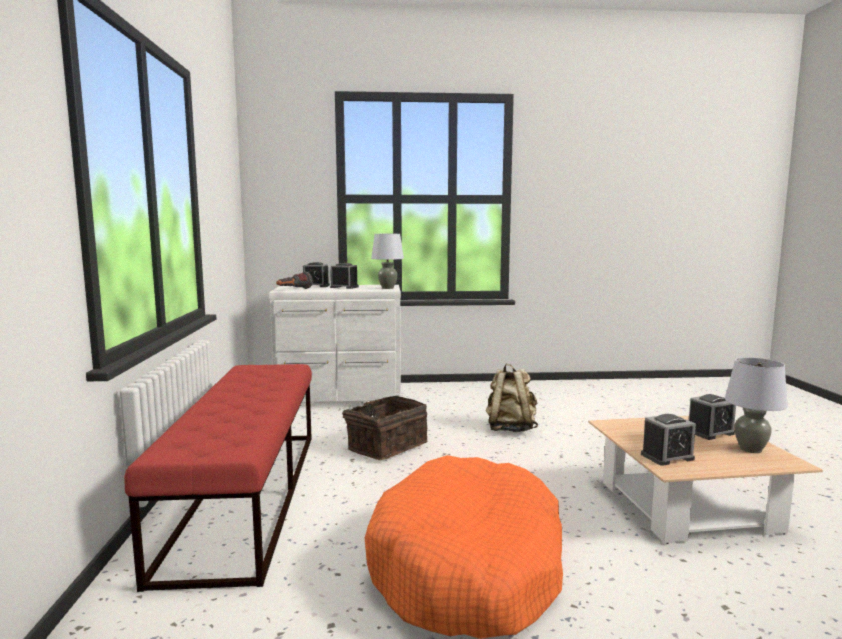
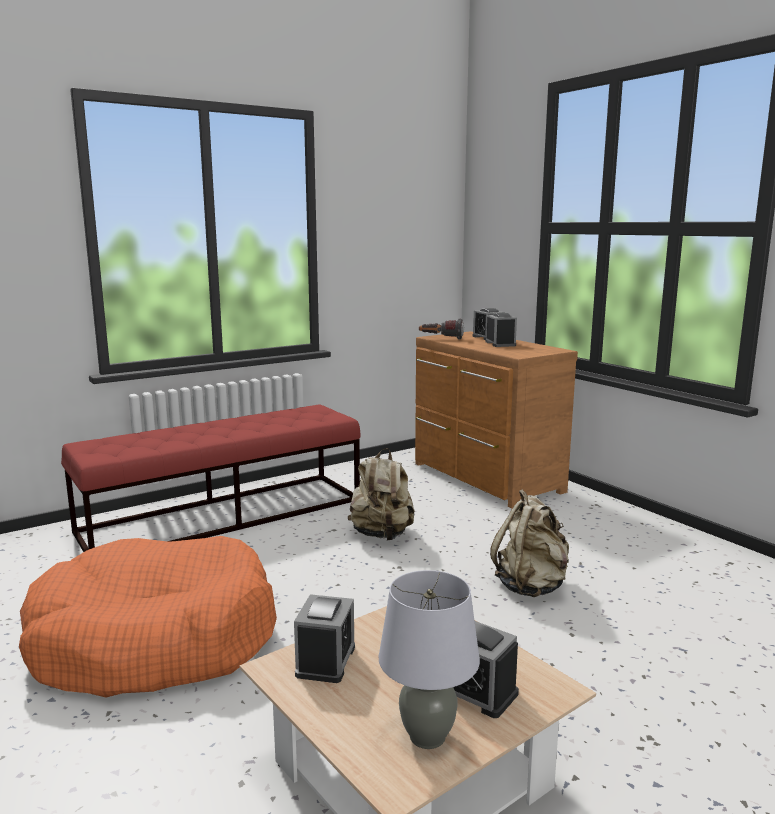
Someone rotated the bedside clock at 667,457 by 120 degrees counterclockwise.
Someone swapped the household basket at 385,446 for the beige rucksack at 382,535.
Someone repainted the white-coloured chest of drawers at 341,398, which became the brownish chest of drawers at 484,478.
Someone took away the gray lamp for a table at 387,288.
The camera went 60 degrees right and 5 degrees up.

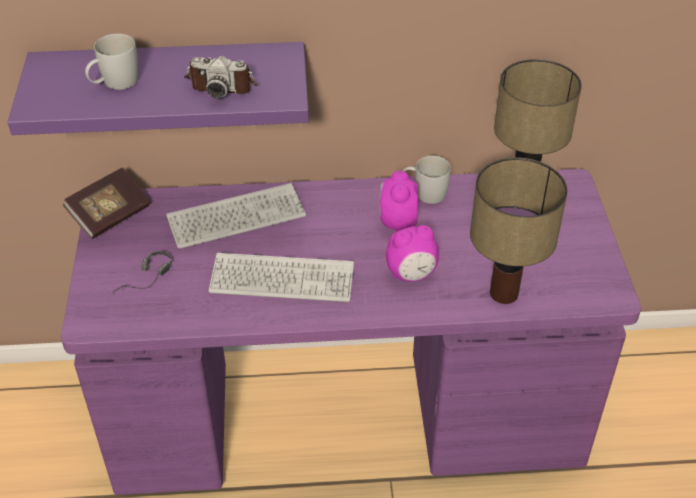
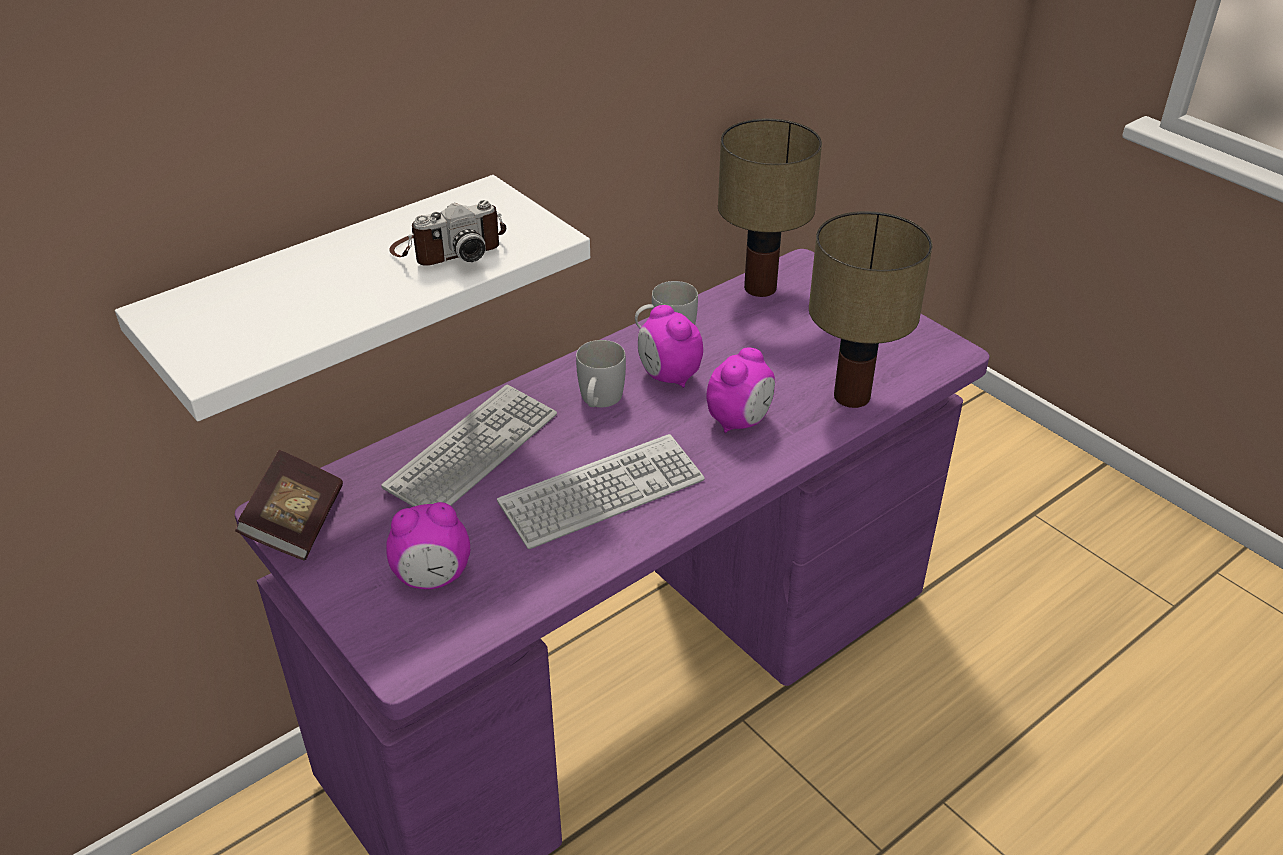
Someone repainted the purple bracket shelf at 172,86, which became the white-coloured bracket shelf at 331,297.
Someone swapped the pair of headphones at 146,283 for the bedside clock at 433,578.
Someone carried the white-coloured tea mug from 114,83 to 599,401.
The camera went 35 degrees left and 5 degrees down.

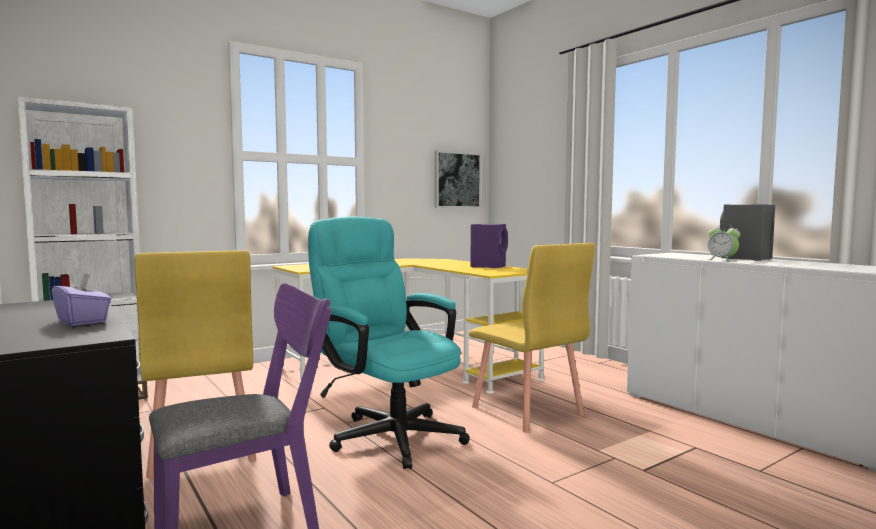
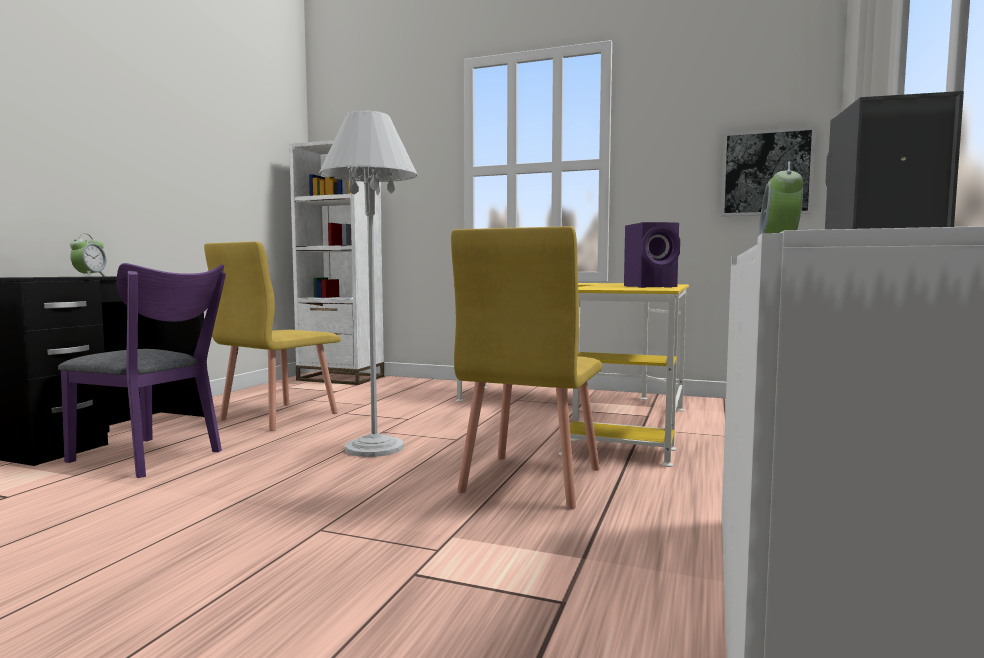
Someone swapped the purple box of tissues at 83,321 for the bedside clock at 89,276.
Someone swapped the turquoise desk chair at 388,433 for the white-coloured floor lamp at 374,447.
The camera went 55 degrees right and 0 degrees up.

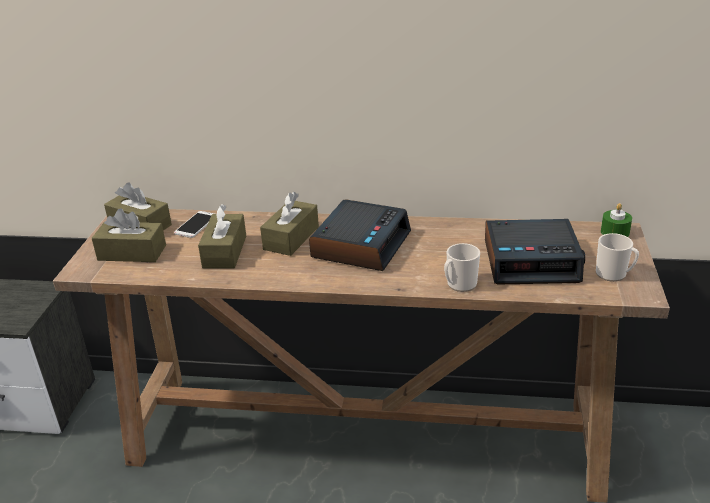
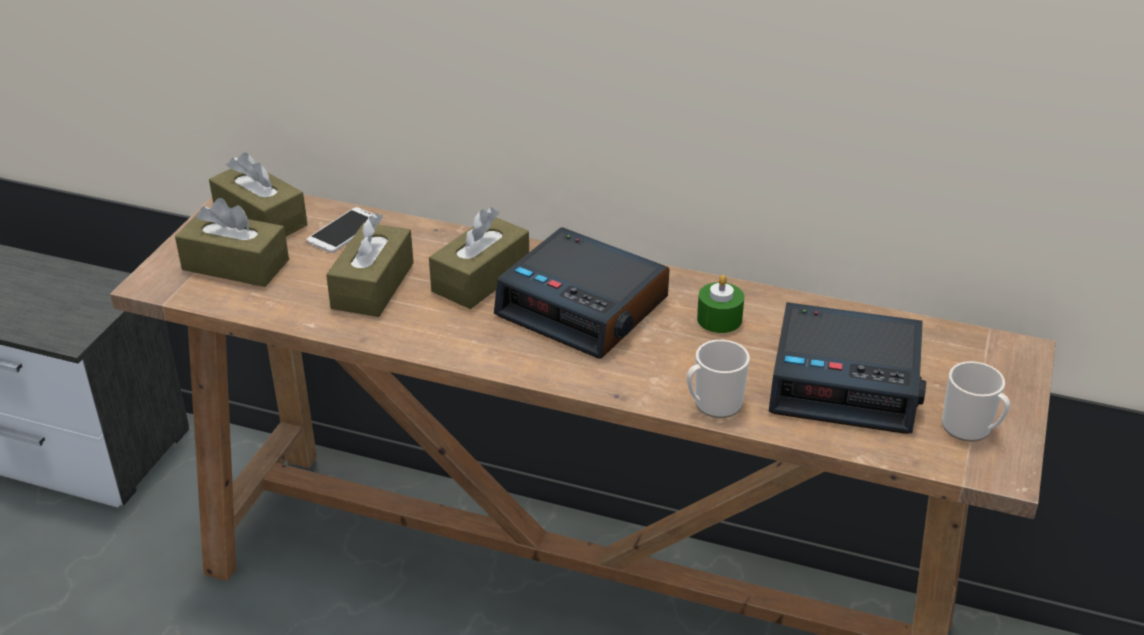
Someone rotated the bedside clock at 360,244 by 90 degrees clockwise.
Someone carried the green wax candle from 615,232 to 719,319.
The camera went 10 degrees right and 5 degrees up.

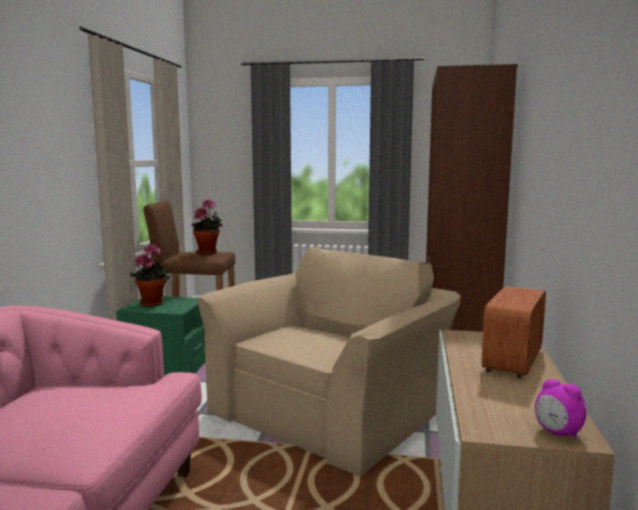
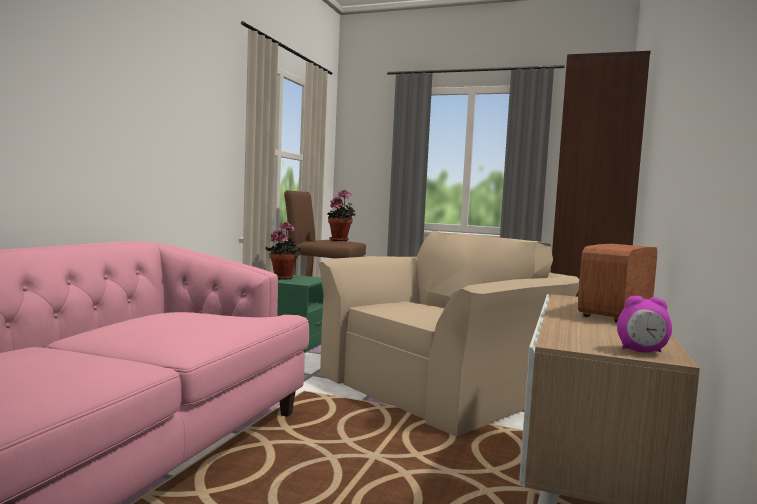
Someone rotated the bedside clock at 557,432 by 45 degrees counterclockwise.
The camera went 10 degrees right and 5 degrees down.

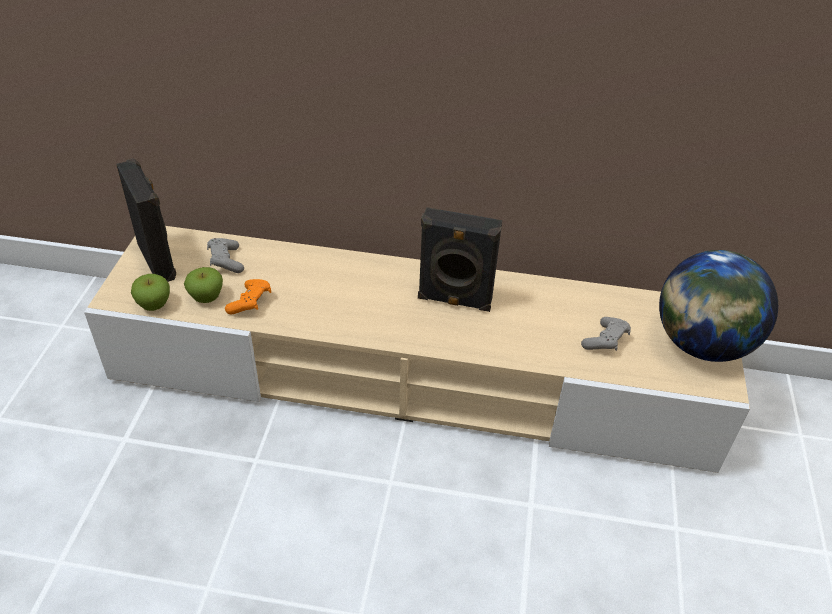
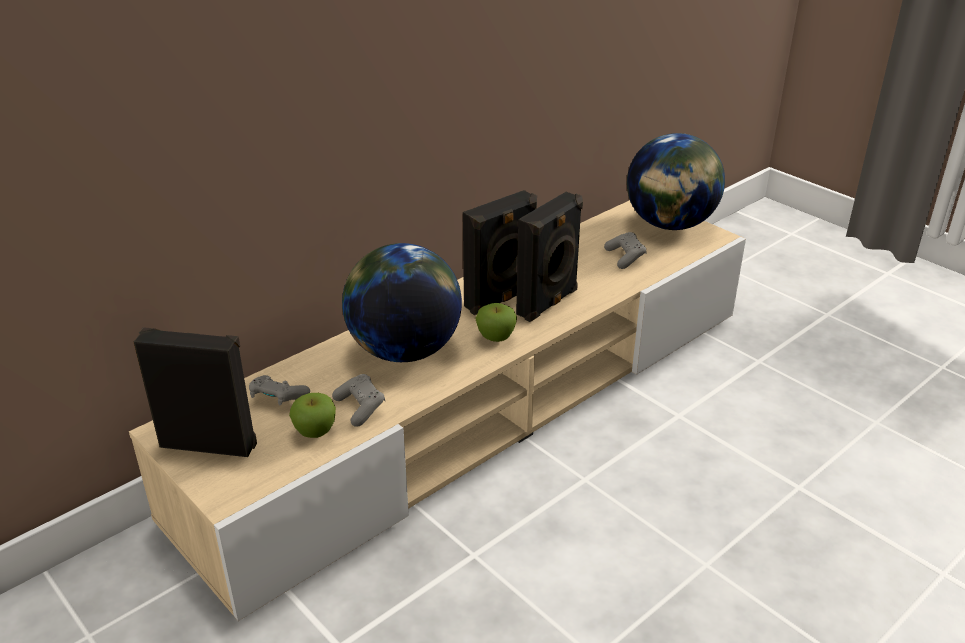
Someone repainted the orangey joypad at 250,303, which became the gray joypad at 360,408.
Someone put down the desk globe at 404,350.
Someone carried the whole apple from 154,305 to 496,338.
Someone put down the black audio speaker at 549,303.
The camera went 50 degrees left and 10 degrees down.

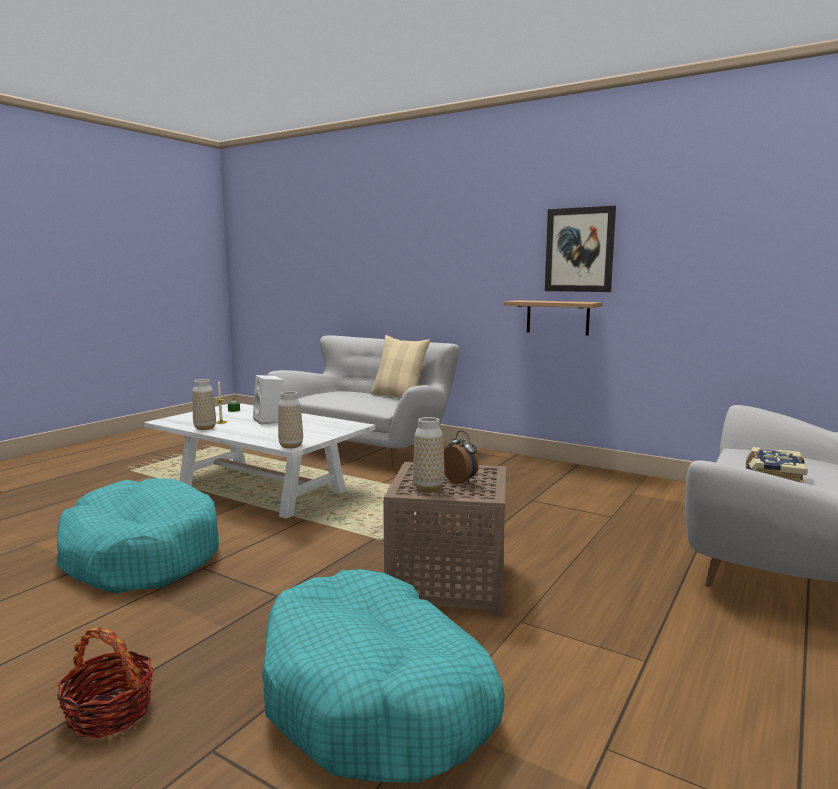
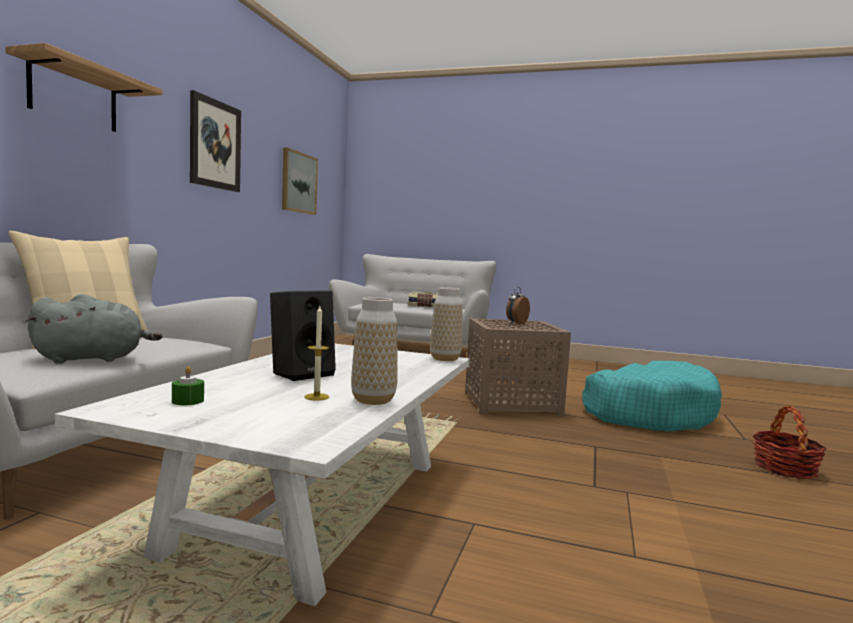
Someone carried the bracket shelf from 557,317 to 74,96.
Someone put down the gray plush toy at 94,359.
Someone repainted the white-coloured audio speaker at 270,421, which became the black audio speaker at 302,373.
Someone put up the wall picture at 298,183.
Someone took away the turquoise dog bed at 141,555.
Someone took away the vase at 428,488.
The camera went 105 degrees left and 5 degrees down.

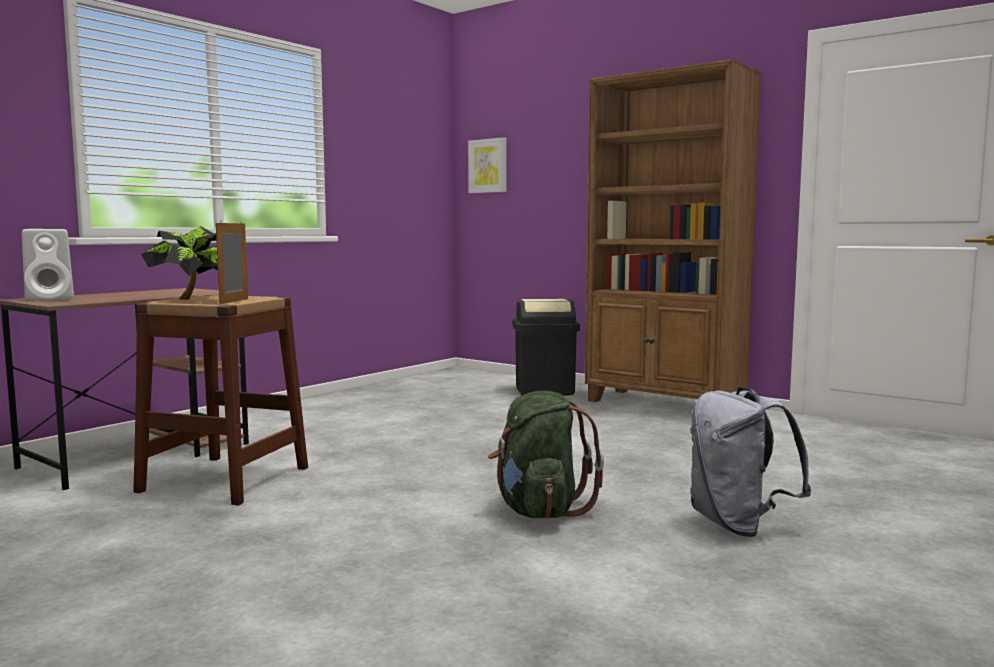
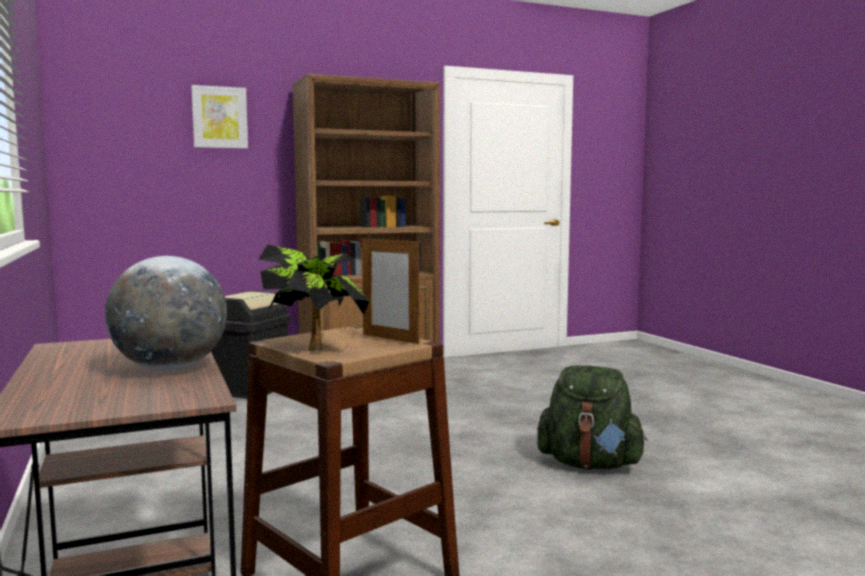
Someone put down the desk globe at 170,368.
Someone carried the wall picture from 488,166 to 219,117.
Someone took away the white-coloured audio speaker at 52,299.
Someone took away the gray rucksack at 738,525.
The camera went 60 degrees left and 0 degrees up.

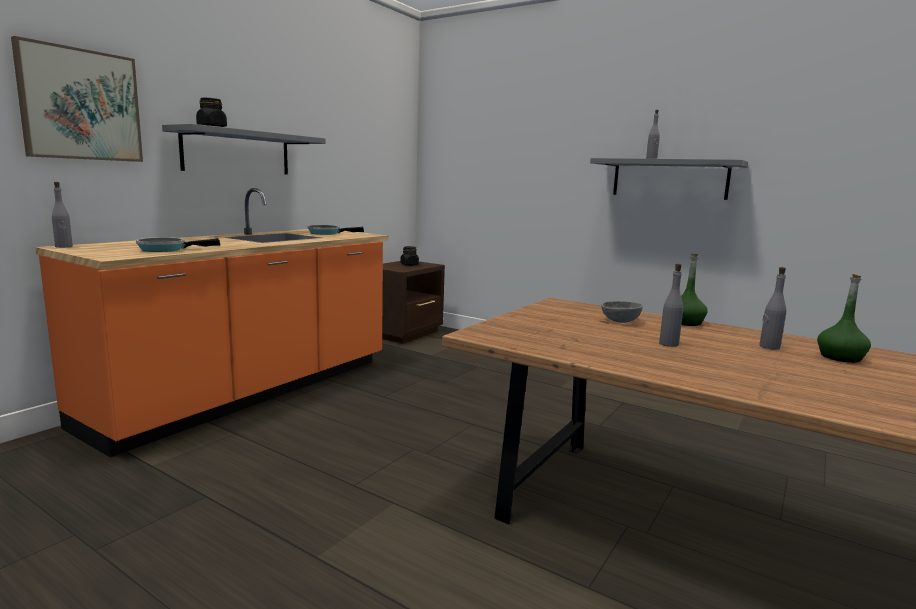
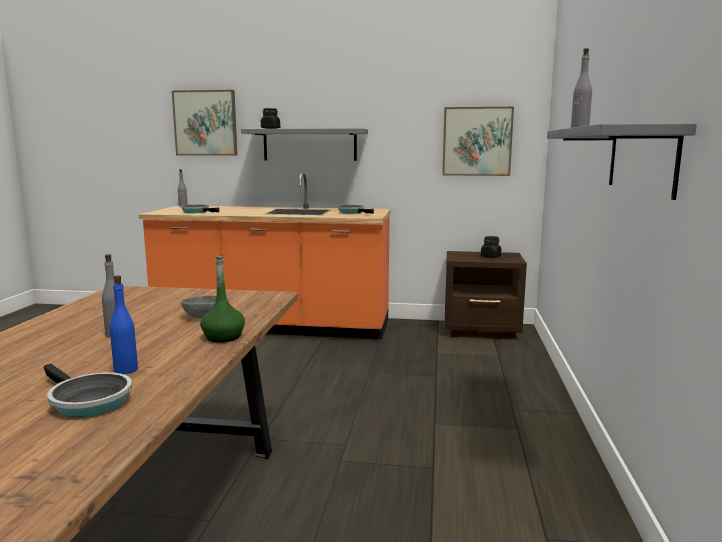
Someone swapped the green bottle at 840,357 for the frying pan at 87,401.
Someone repainted the gray bottle at 769,347, which became the blue bottle at 126,370.
Someone put up the wall picture at 477,141.
The camera went 65 degrees right and 0 degrees up.

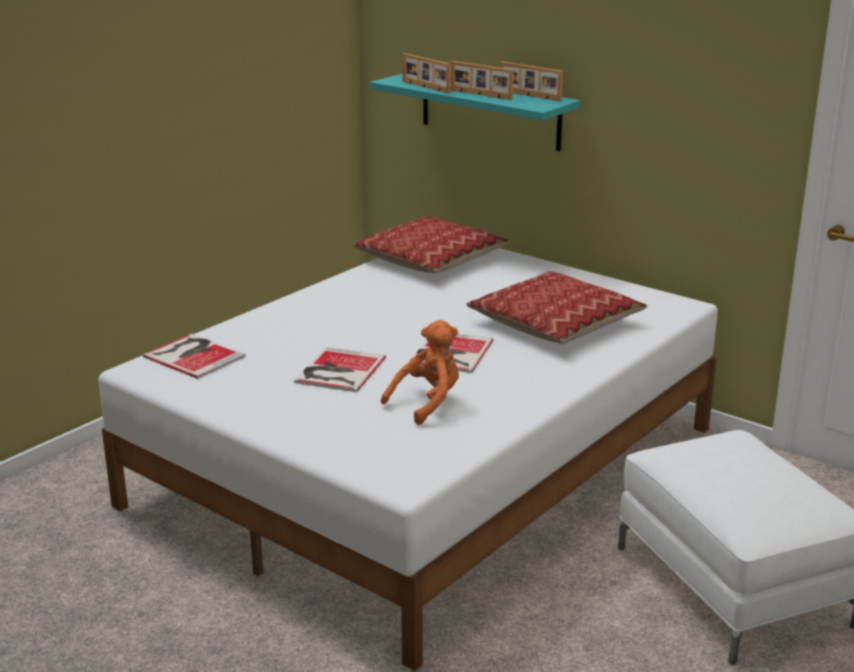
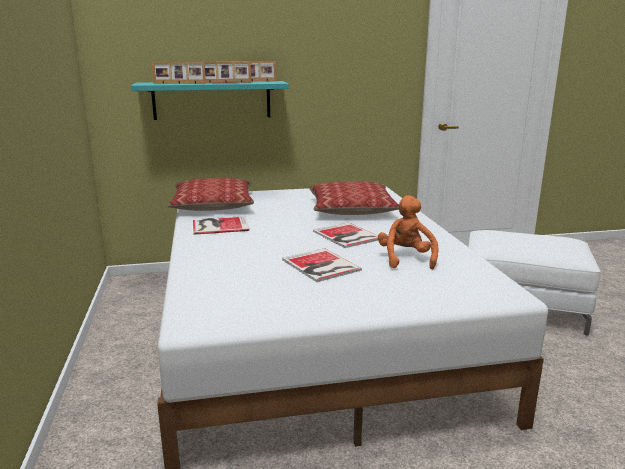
Someone carried the book from 194,355 to 218,225.
The camera went 50 degrees left and 5 degrees down.

